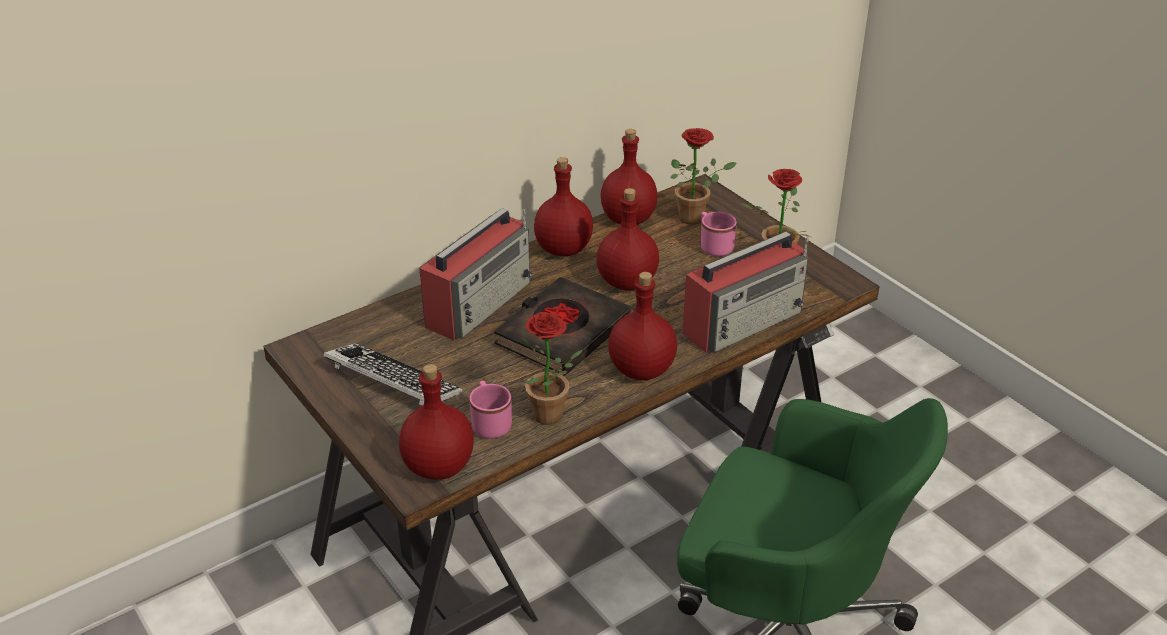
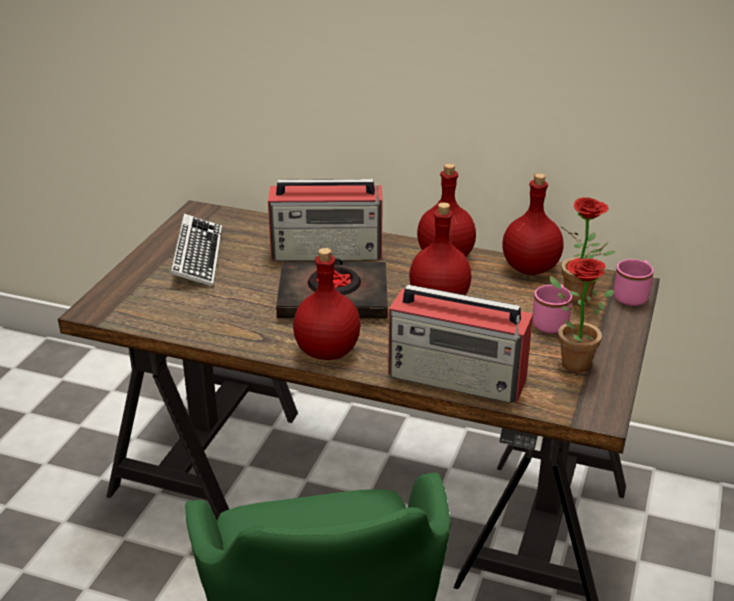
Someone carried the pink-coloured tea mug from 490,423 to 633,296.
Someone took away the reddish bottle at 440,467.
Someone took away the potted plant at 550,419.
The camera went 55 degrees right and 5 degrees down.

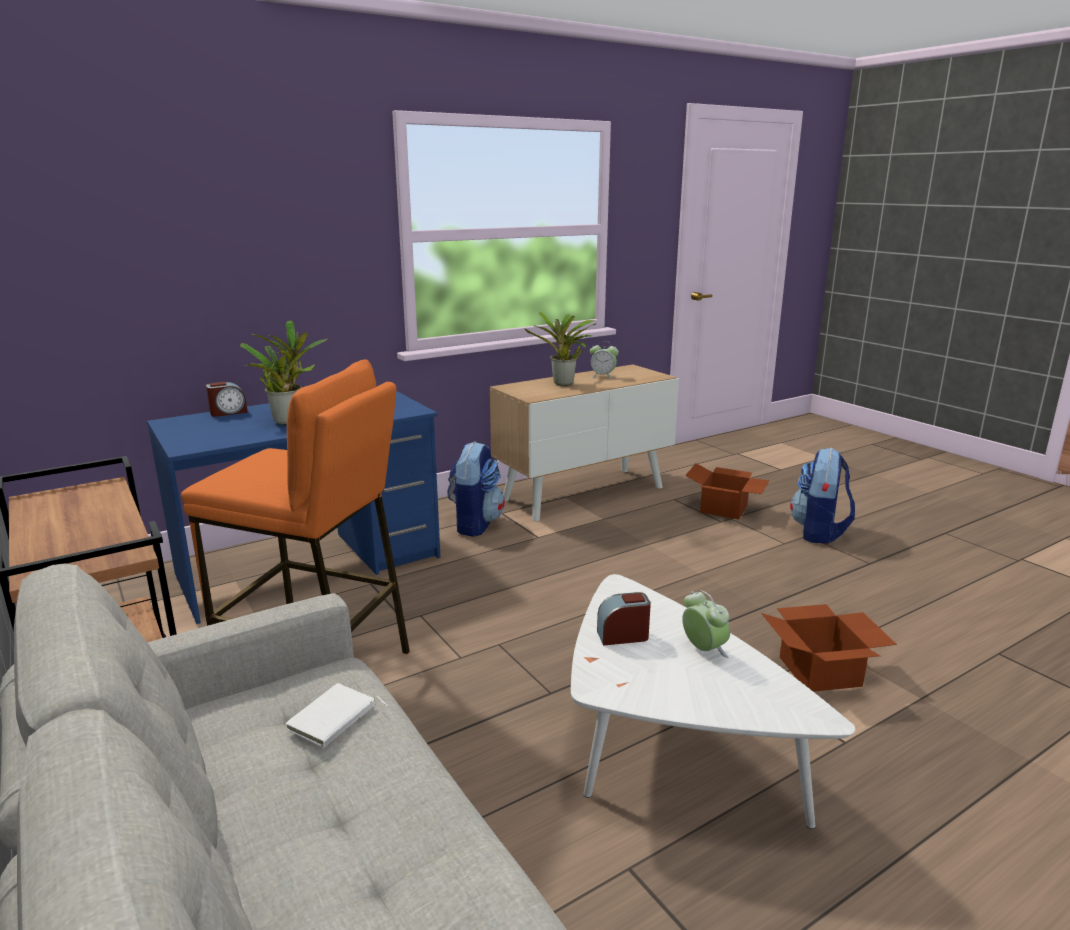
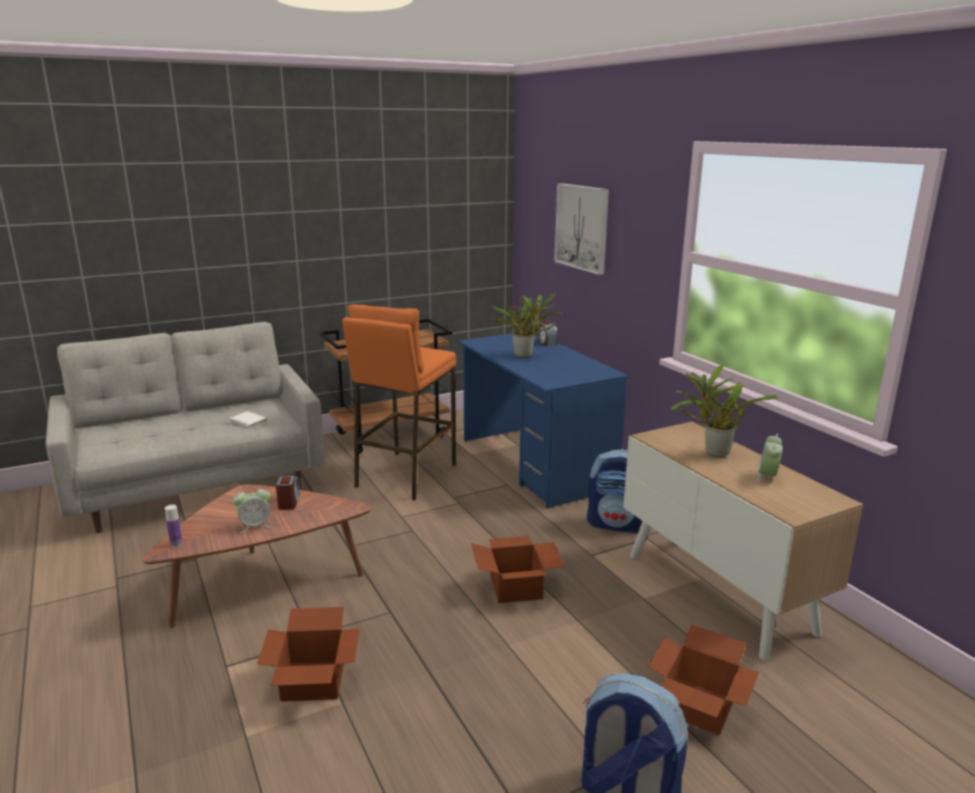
Someone repainted the white-coloured coffee table at 666,754, which became the brownish coffee table at 265,583.
Someone put down the bottle at 176,544.
Someone put down the packing box at 517,588.
Someone put up the wall picture at 582,227.
The camera went 95 degrees right and 0 degrees up.

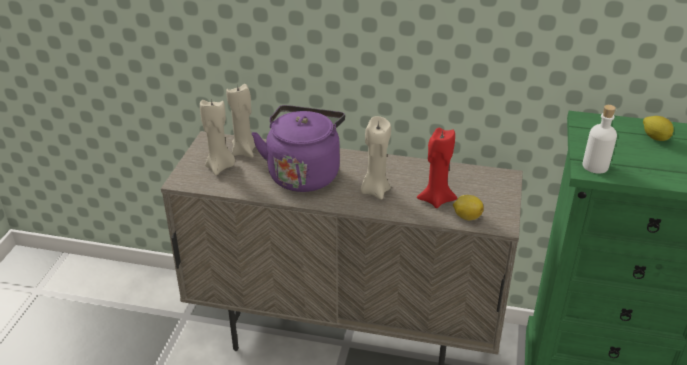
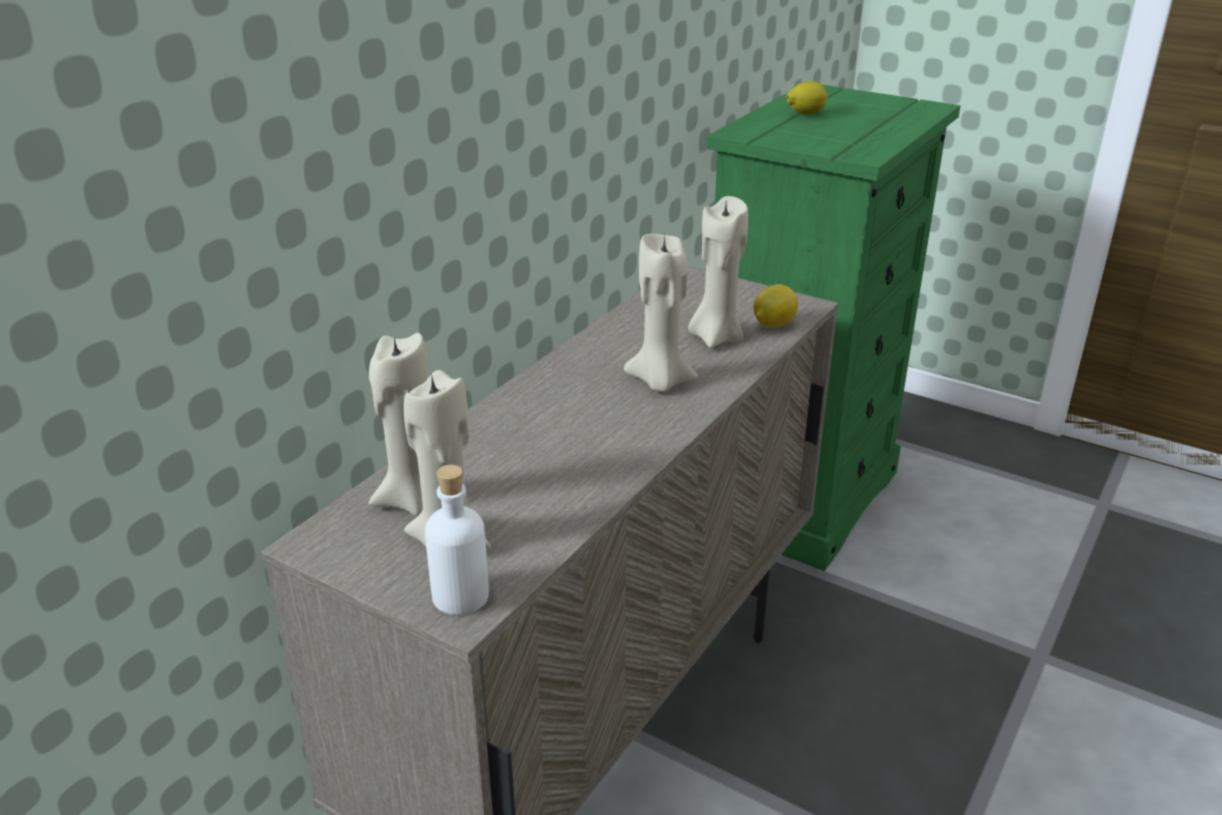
Someone carried the white-coloured bottle from 595,166 to 460,596.
Someone repainted the reddish wax candle at 436,199, which became the beige wax candle at 716,337.
Someone took away the purple water kettle at 304,173.
The camera went 70 degrees left and 5 degrees down.

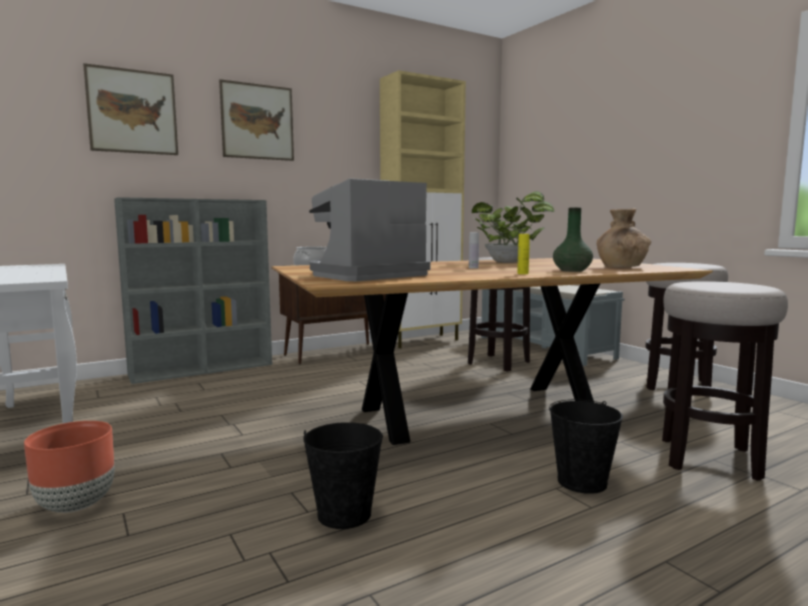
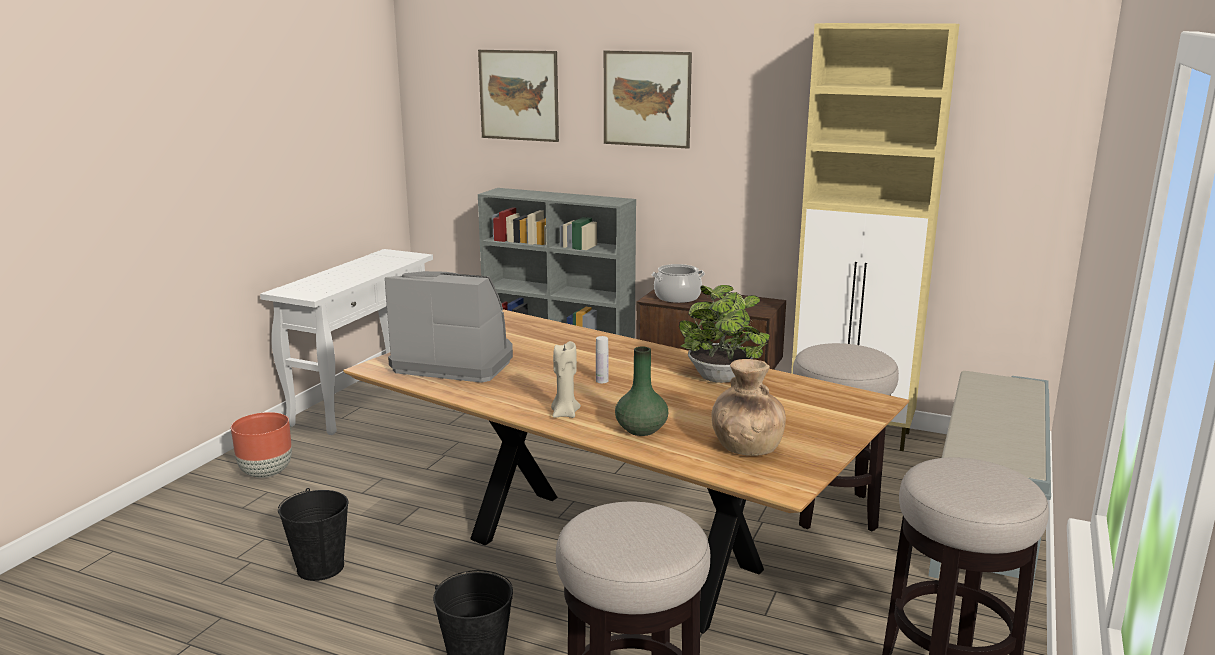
Someone swapped the yellow bottle at 522,273 for the beige wax candle at 564,414.
The camera went 55 degrees right and 10 degrees up.

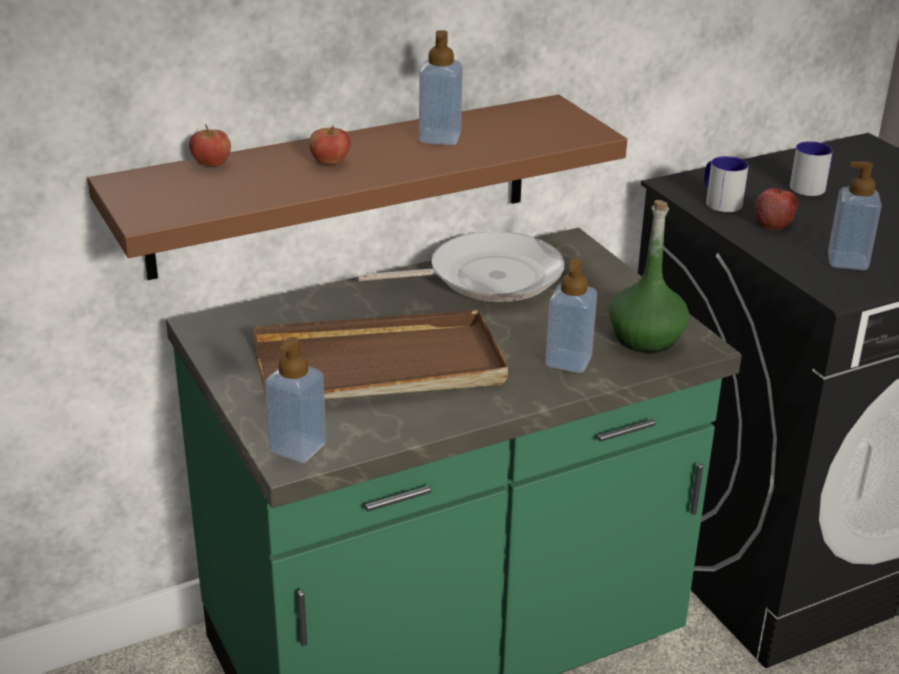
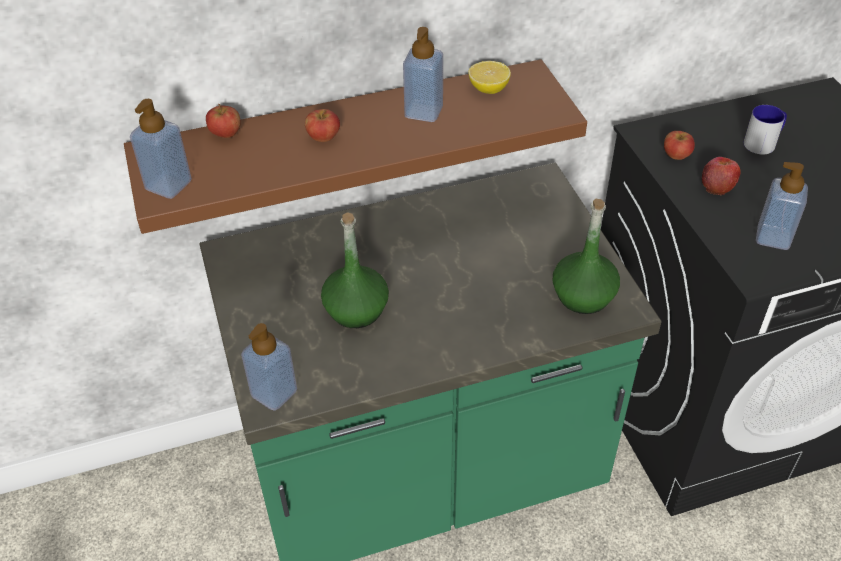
Someone carried the soap bottle from 568,361 to 168,185.
Someone swapped the brownish carrying tray at 380,367 for the green bottle at 356,310.
Someone put down the whole lemon at 488,89.
Someone swapped the tea mug at 719,201 for the whole apple at 676,156.
Someone took away the frying pan at 487,277.
The camera went 10 degrees right and 15 degrees up.

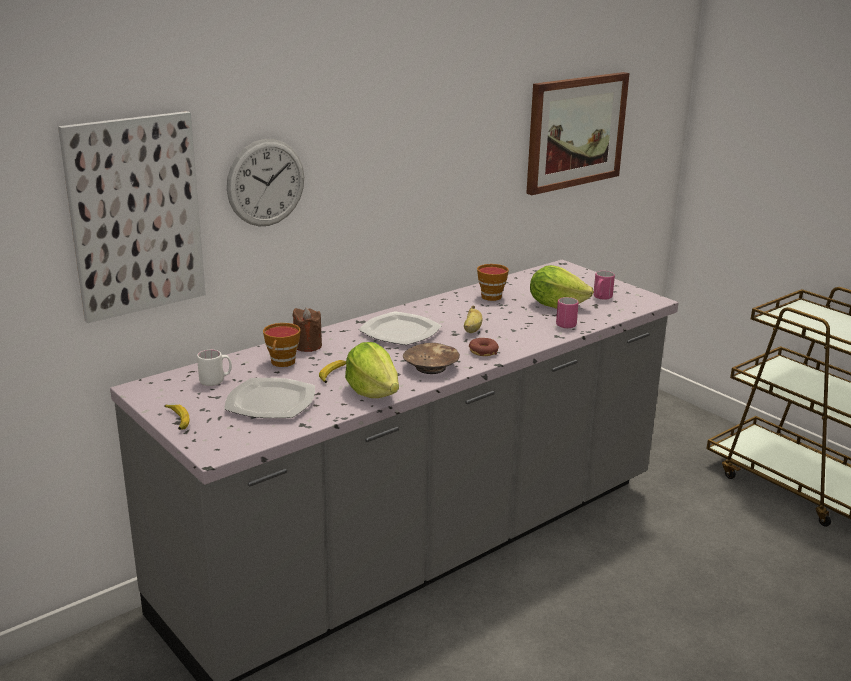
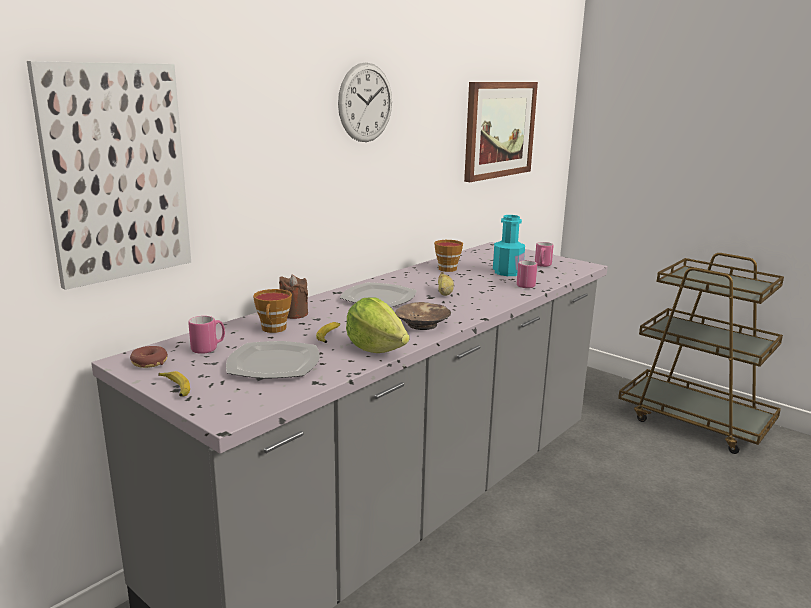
Someone carried the ring doughnut from 483,352 to 149,362.
Someone repainted the white-coloured tea mug at 216,381, which became the pink-coloured tea mug at 208,349.
Someone carried the wall clock from 266,183 to 365,103.
Someone swapped the lettuce at 556,305 for the turquoise bottle at 507,272.
The camera went 10 degrees left and 5 degrees down.

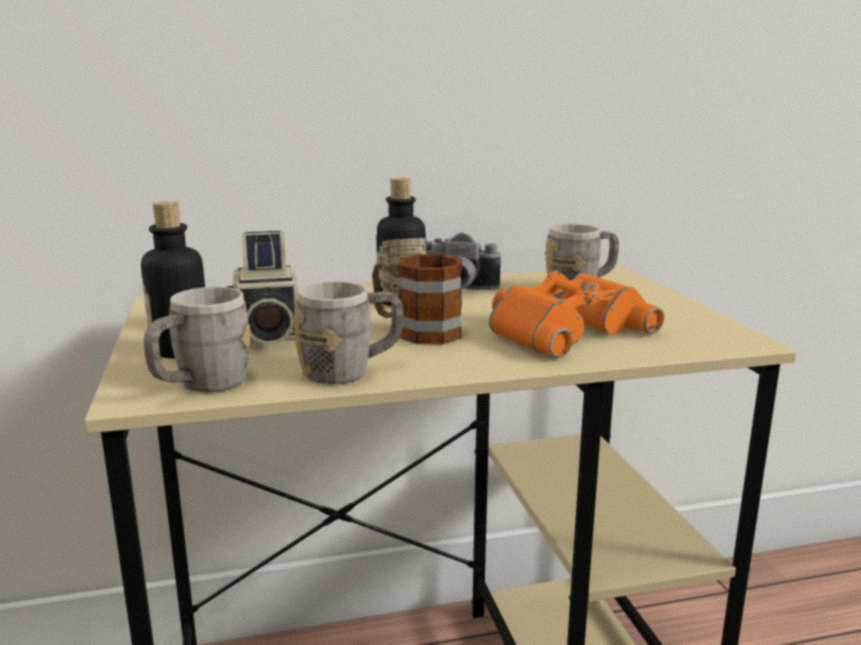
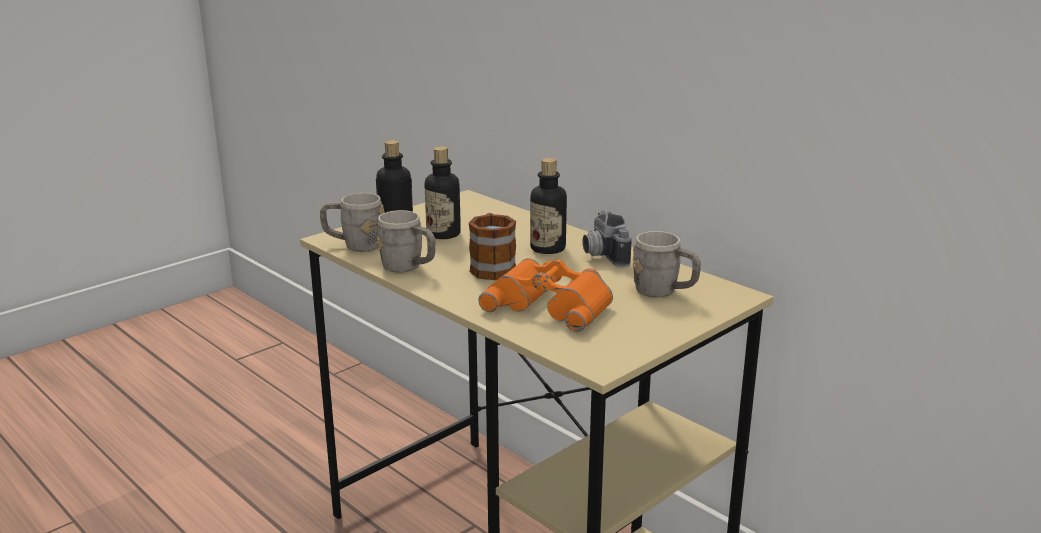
Someone swapped the photo camera at 265,333 for the bottle at 443,234.
The camera went 60 degrees right and 5 degrees up.

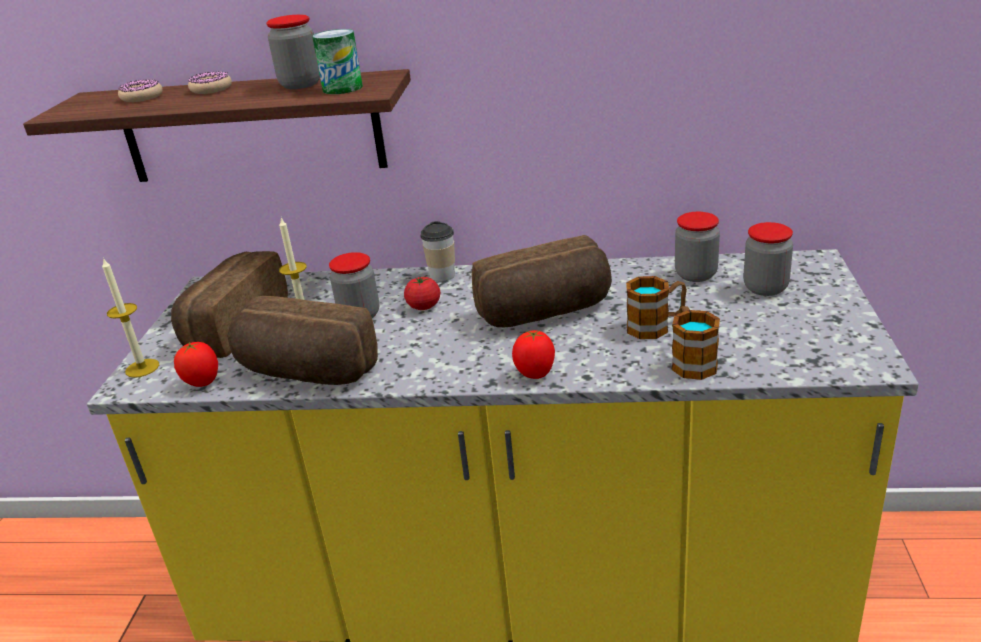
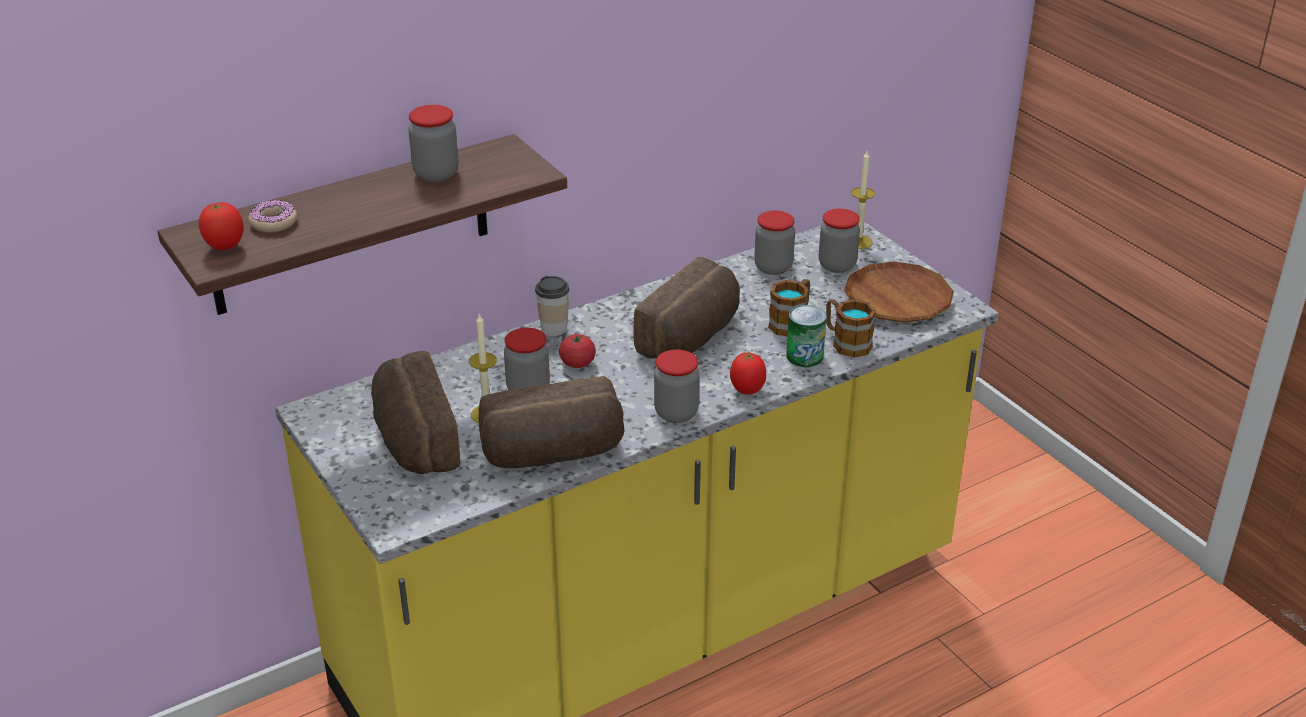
Someone carried the whole tomato from 203,383 to 224,247.
Someone put down the storage jar at 676,413.
Someone carried the sealed can from 342,88 to 804,356.
Someone put down the brownish dinner plate at 897,299.
Someone carried the wax candle from 142,368 to 858,242.
Someone took away the ring doughnut at 211,89.
The camera went 40 degrees left and 5 degrees up.

